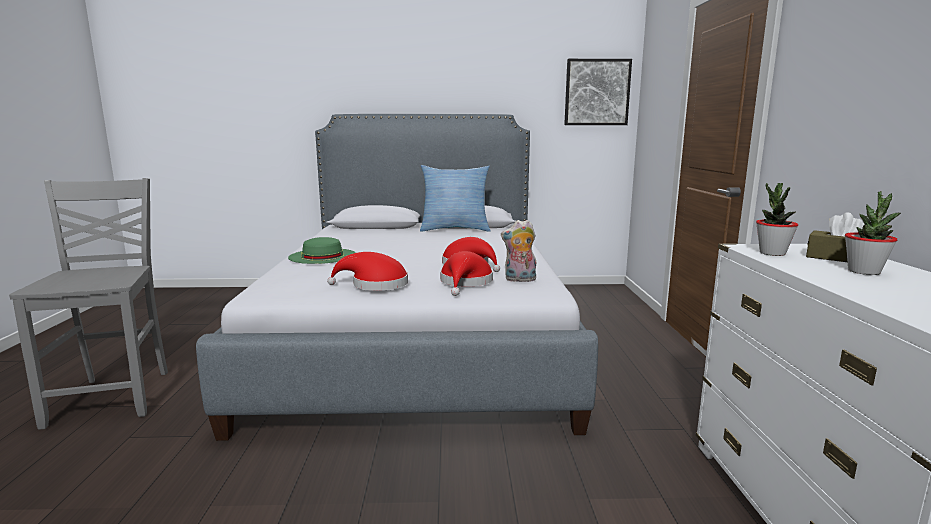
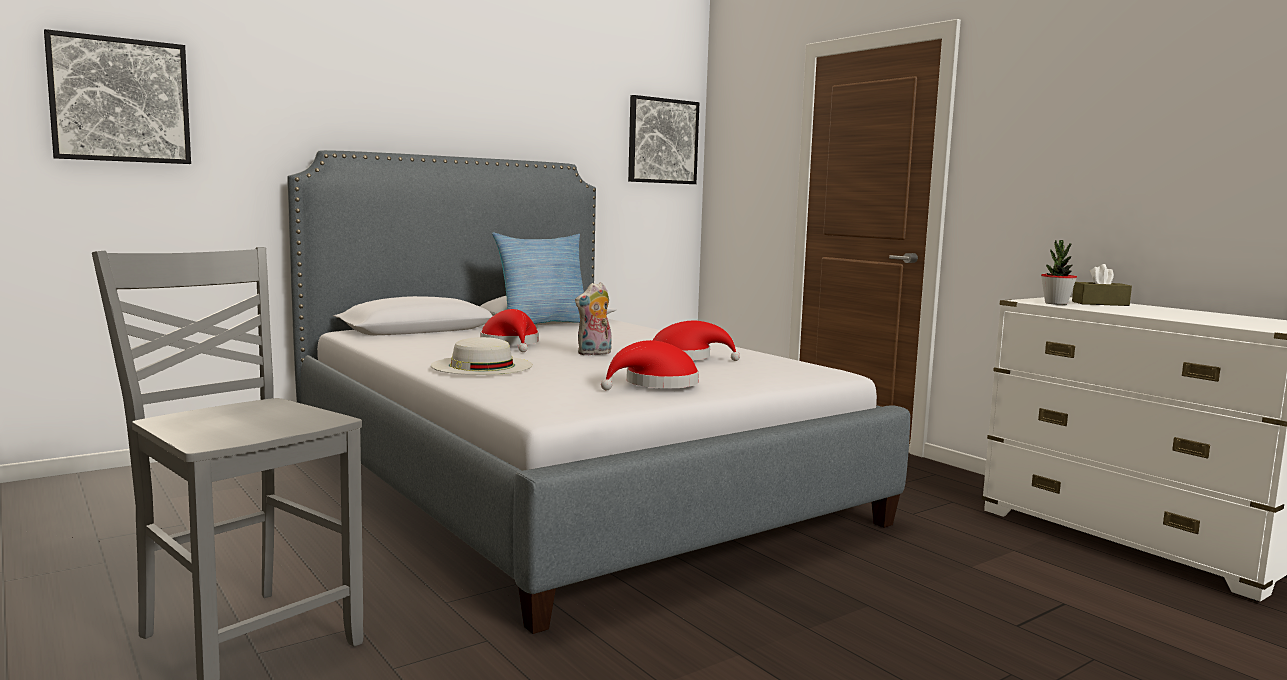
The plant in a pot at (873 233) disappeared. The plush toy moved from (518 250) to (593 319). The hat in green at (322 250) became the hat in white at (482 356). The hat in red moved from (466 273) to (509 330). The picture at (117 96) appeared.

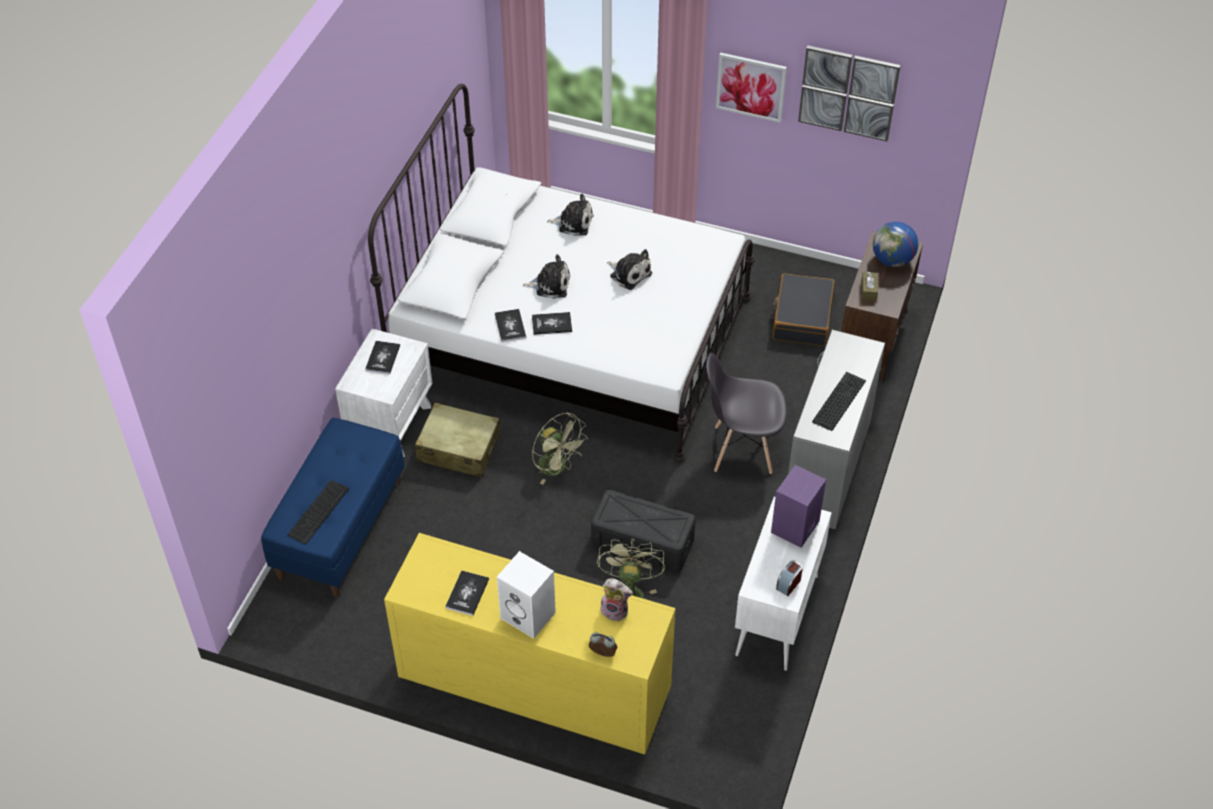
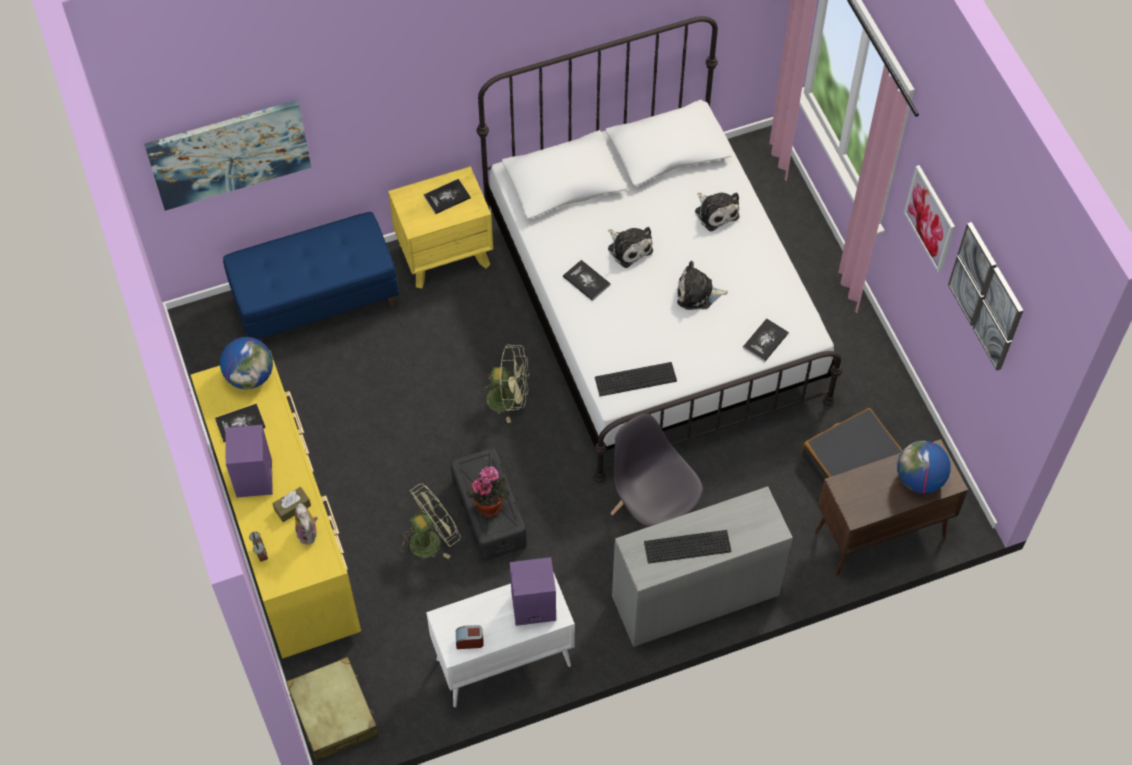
The plush toy at (629 269) turned 90 degrees clockwise. The tissue holder in brown-coloured moved from (870 286) to (291 504). The bound book moved from (510 325) to (766 340). The night table in white at (383 393) became the night table in yellow-coloured at (440 227). The suitcase in beige-coloured moved from (457 440) to (332 709). The cooling fan in green at (560 449) turned 90 degrees counterclockwise. The computer keyboard moved from (318 512) to (636 379). The loudspeaker in white at (526 594) became the loudspeaker in purple at (249 461). The picture at (227 155) appeared. The globe at (246 363) appeared. The plant in a pot at (488 491) appeared.

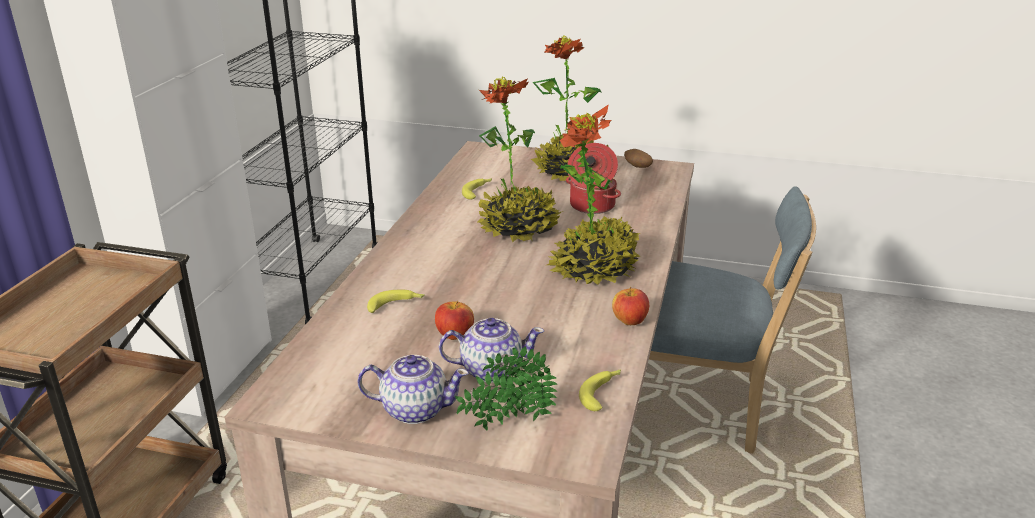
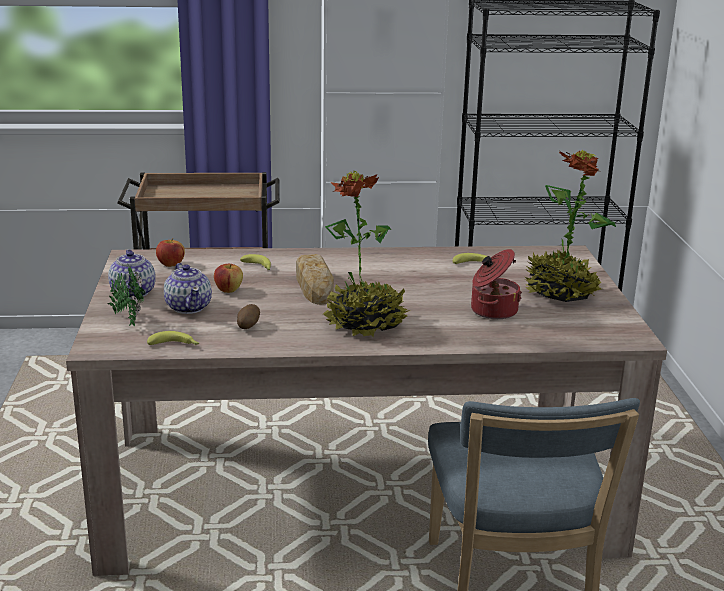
The plant in a pot at (520 159) disappeared. The whole potato moved from (638 158) to (248 316). The apple moved from (630 306) to (170 252). The baked bread at (315 279) appeared.

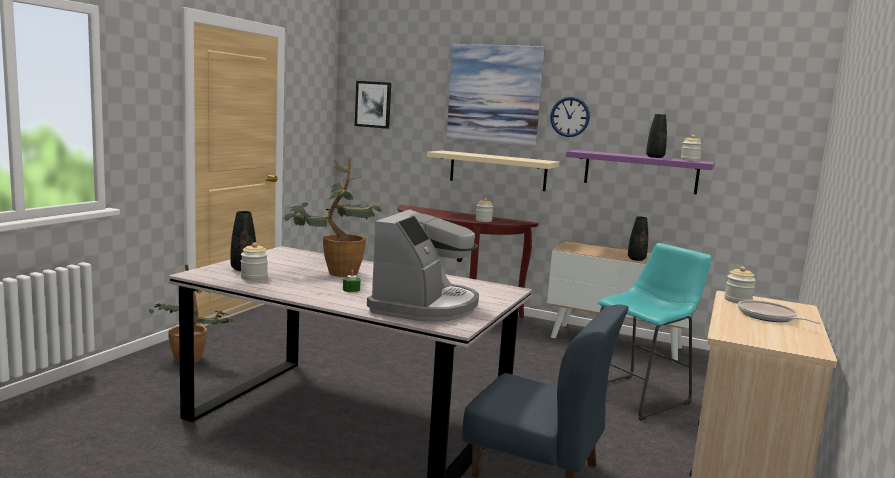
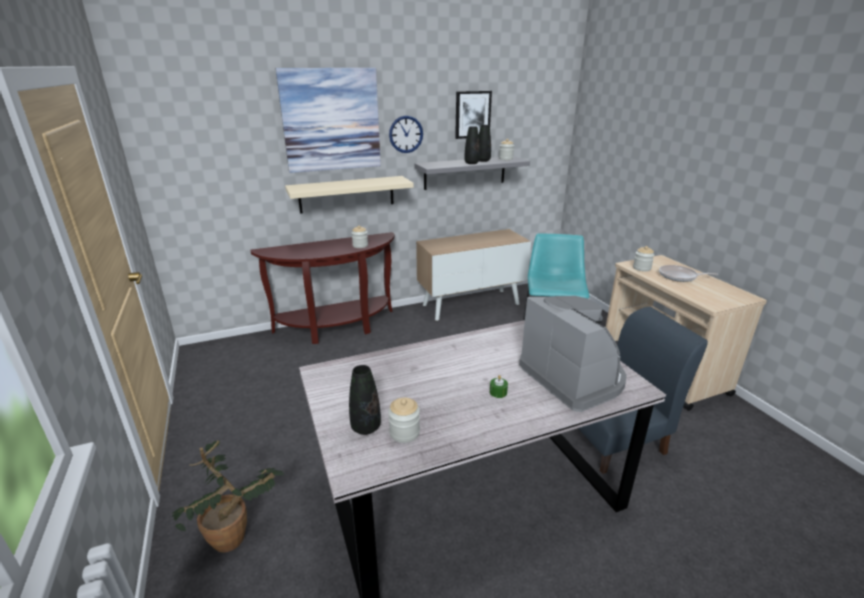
The picture moved from (373 105) to (473 115). The bracket shelf in purple at (640 172) became the bracket shelf in grey at (472 173). The plant in a pot at (332 218) disappeared. The decorative vase in black moved from (638 238) to (472 145).

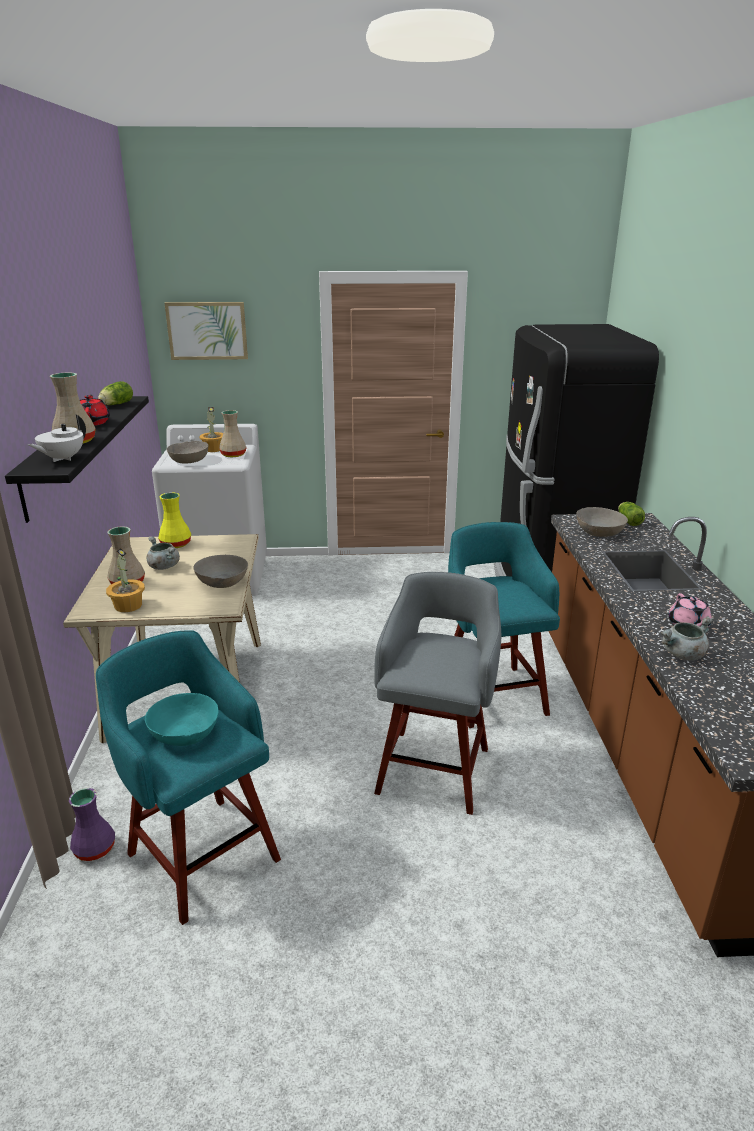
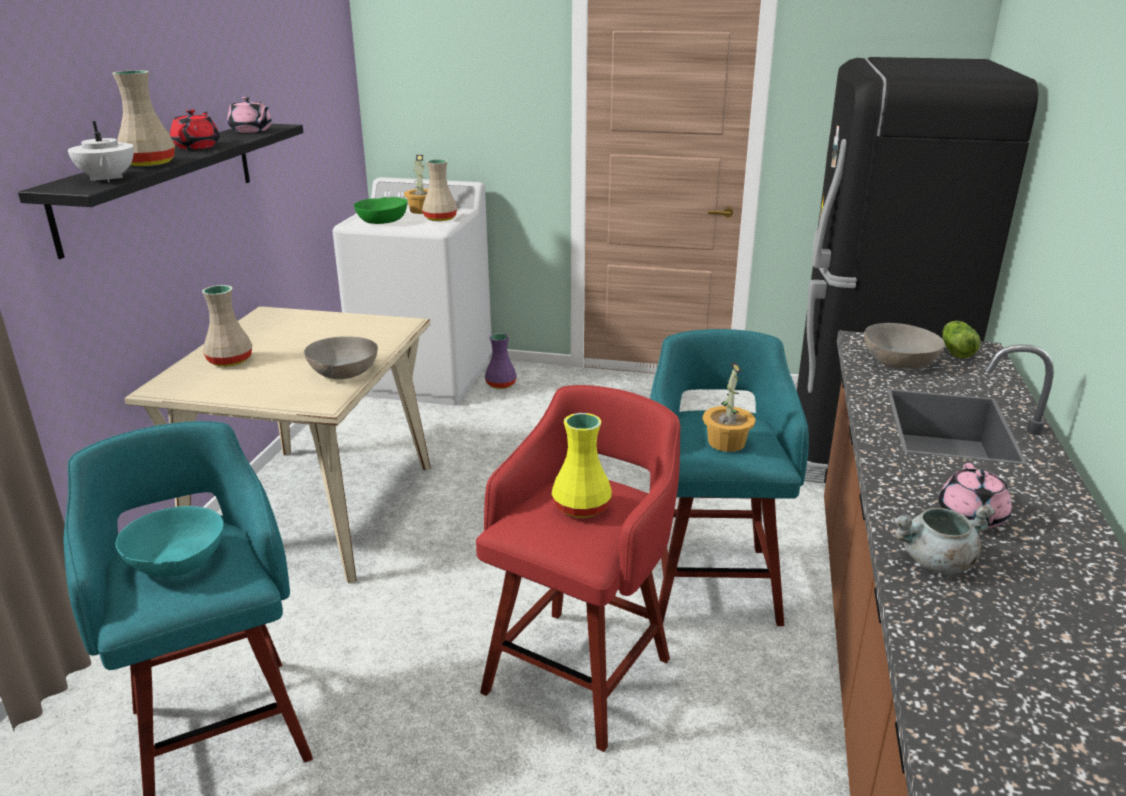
The picture at (206 331) disappeared. The lettuce head at (115 393) was replaced by the pot for tea in pink-coloured at (249 114). The pot for tea in white at (57 438) turned 75 degrees counterclockwise. The deep dish in grey at (187 452) became the deep dish in green at (380 210). The decorative vase in yellow-coloured moved from (174 520) to (582 465). The stockpot in grey at (163 553) disappeared. The plant in a pot moved from (125 580) to (729 407). The sitting stool in grey at (437 693) became the sitting stool in red at (578 568). The decorative vase in purple moved from (92 824) to (501 361).

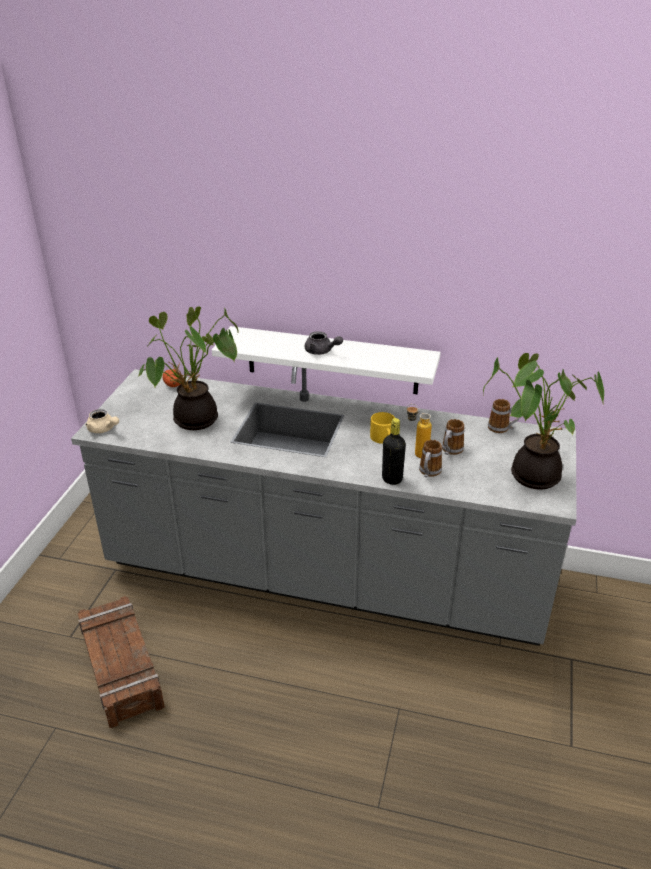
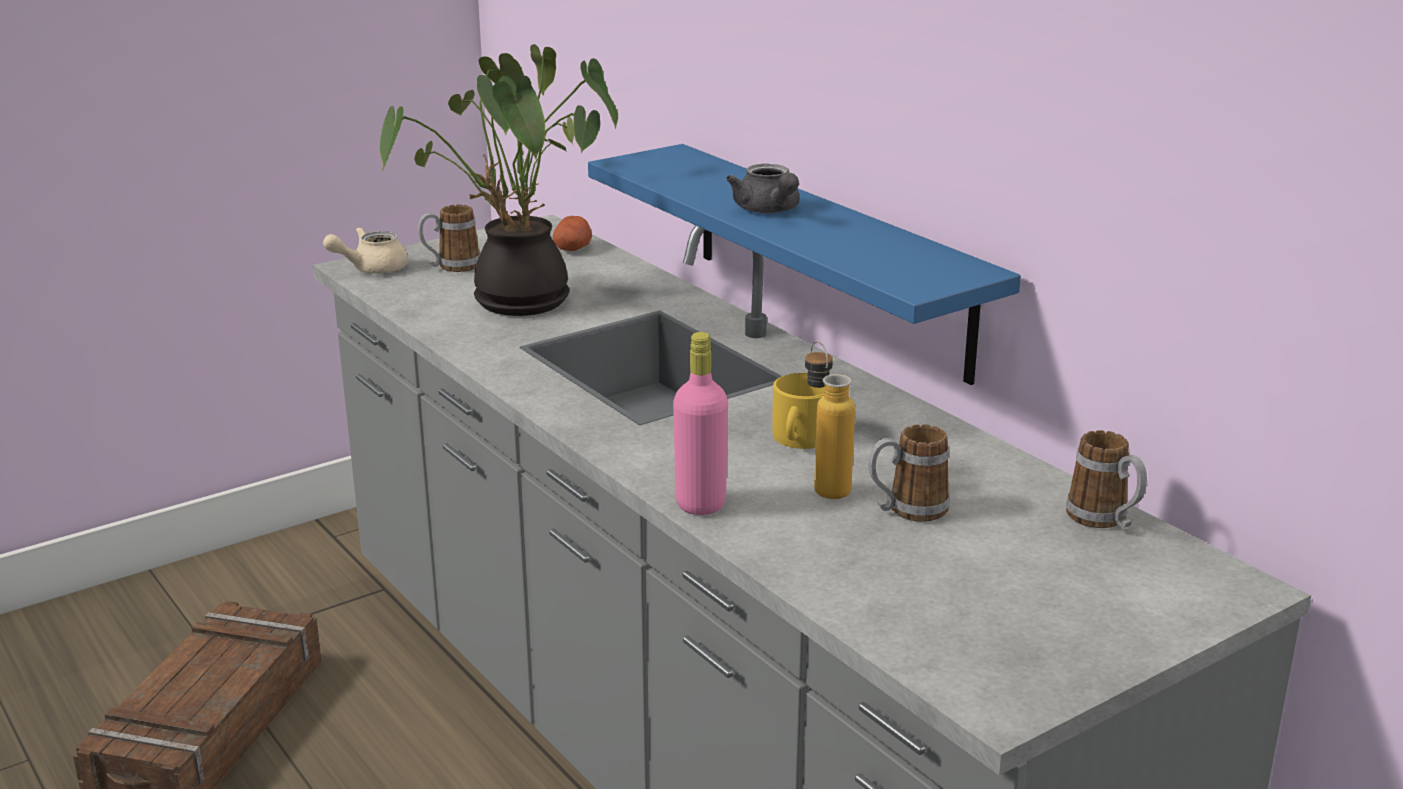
The bracket shelf in white at (326 360) became the bracket shelf in blue at (804 264). The plant in a pot at (543 421) disappeared. The pot for tea in beige-coloured at (102 421) turned 75 degrees clockwise. The drink bottle in black at (394 451) became the drink bottle in pink-coloured at (700 423). The coffee mug moved from (430 459) to (449 238).

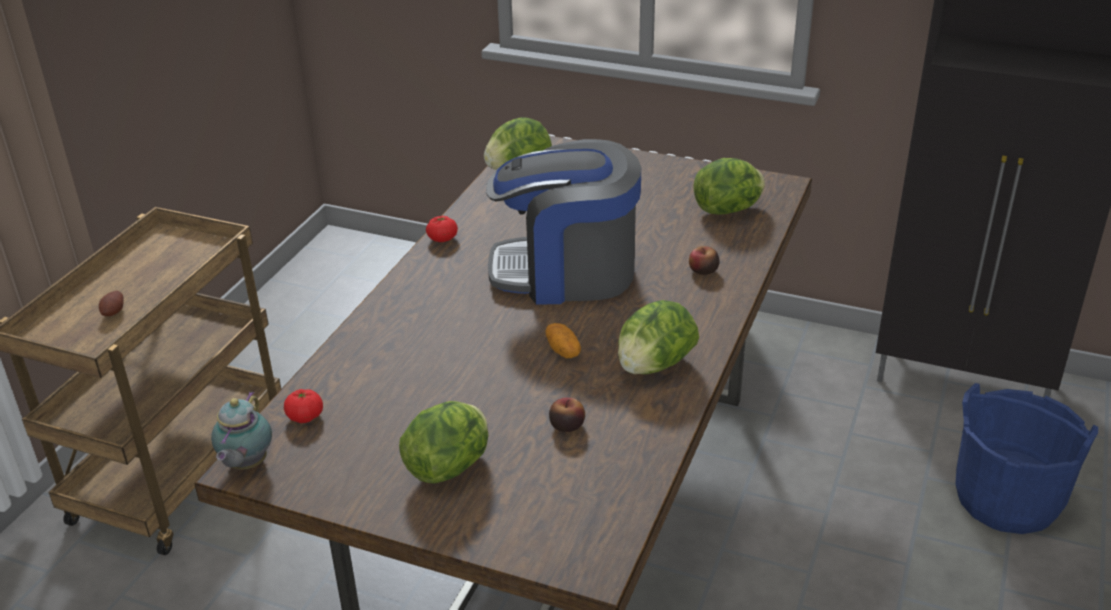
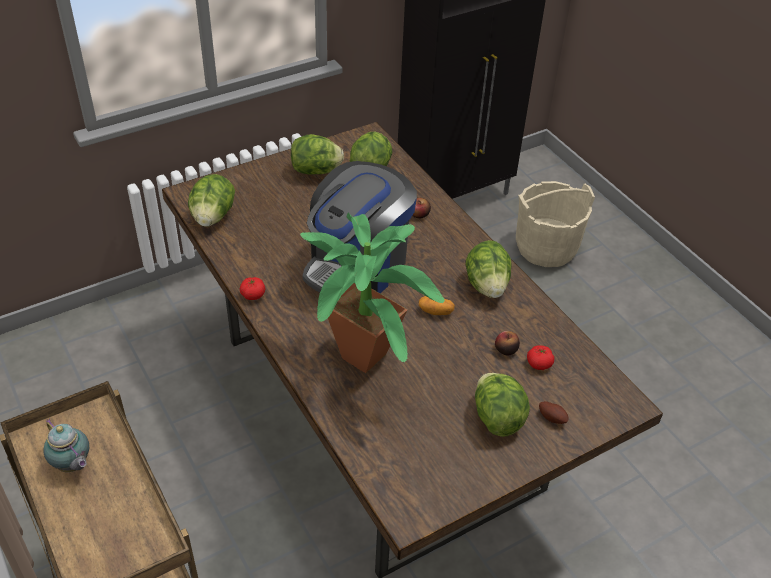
The whole potato moved from (111 303) to (554 412). The bucket in blue at (1026 458) became the bucket in beige-coloured at (555 224). The fresh tomato moved from (303 406) to (540 357). The pot for tea moved from (241 430) to (66 445). The lettuce head at (317 154) appeared. The plant in a pot at (372 293) appeared.

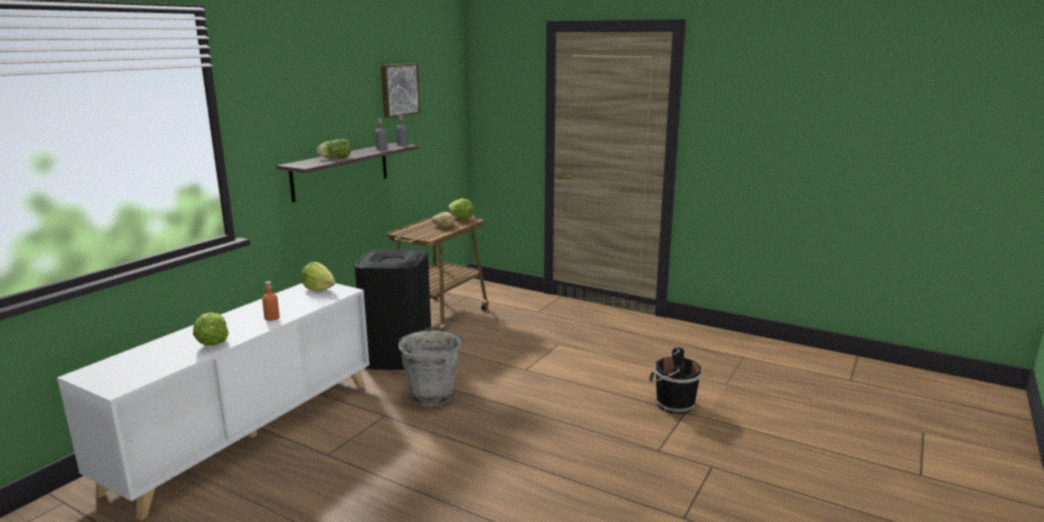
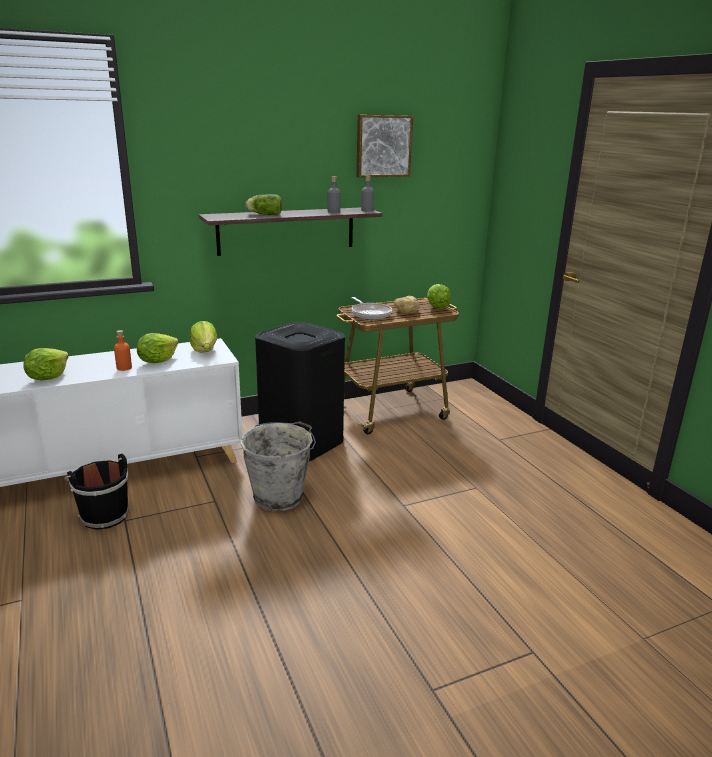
The bucket in black moved from (675 380) to (97 492). The pan at (371 308) appeared. The lettuce head at (158 348) appeared.

